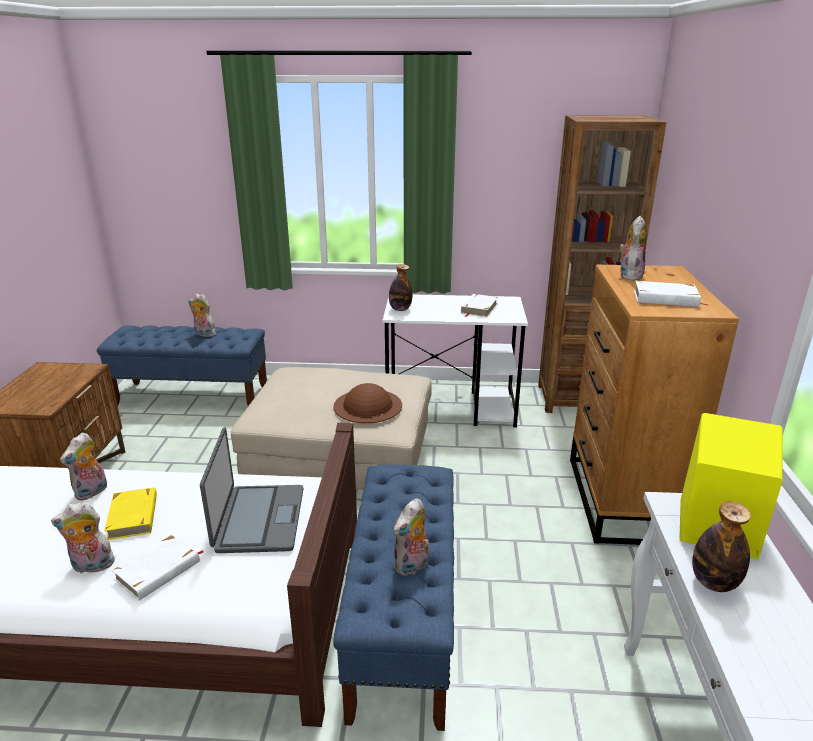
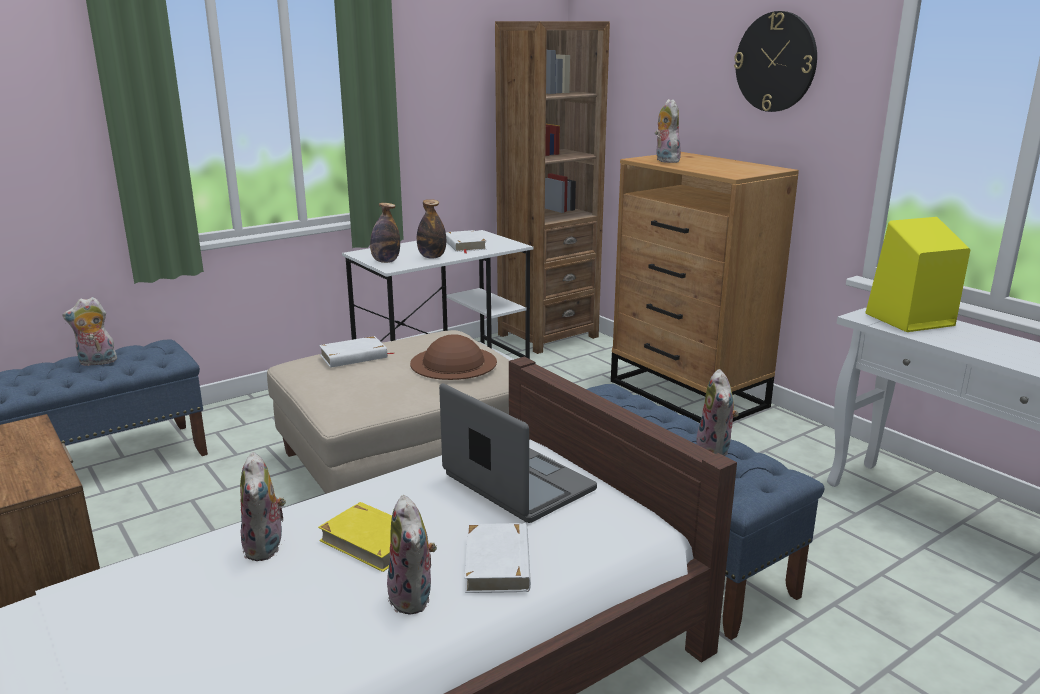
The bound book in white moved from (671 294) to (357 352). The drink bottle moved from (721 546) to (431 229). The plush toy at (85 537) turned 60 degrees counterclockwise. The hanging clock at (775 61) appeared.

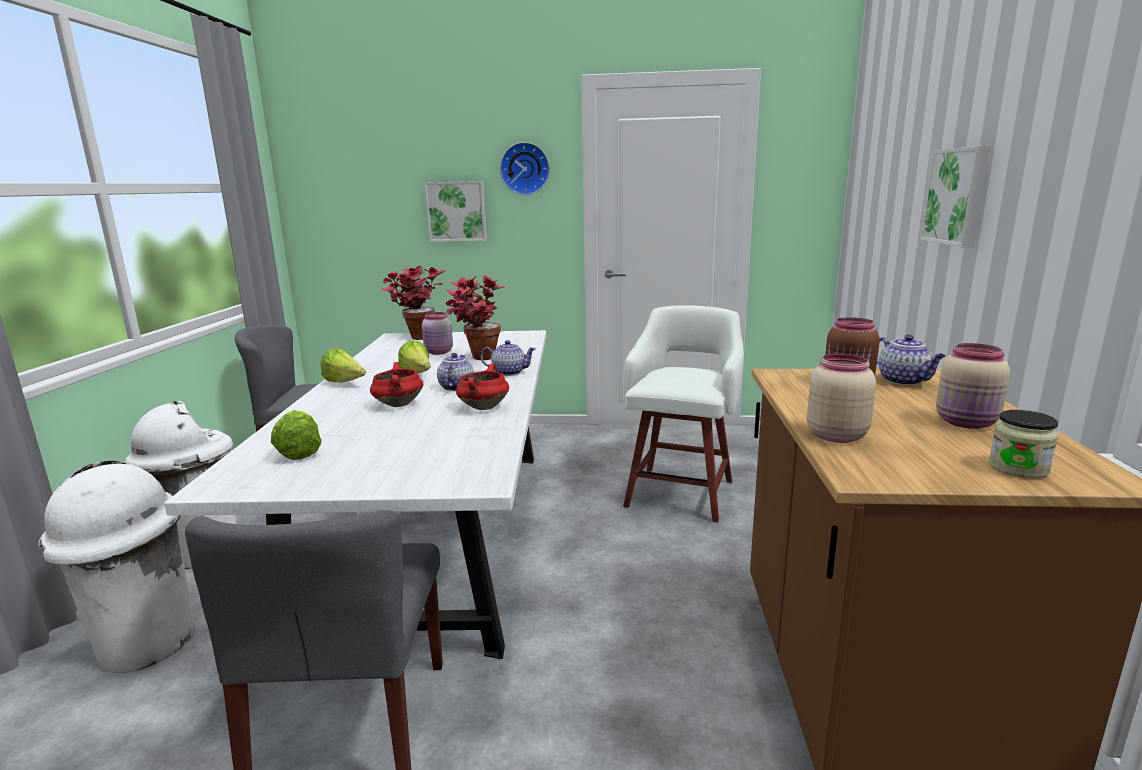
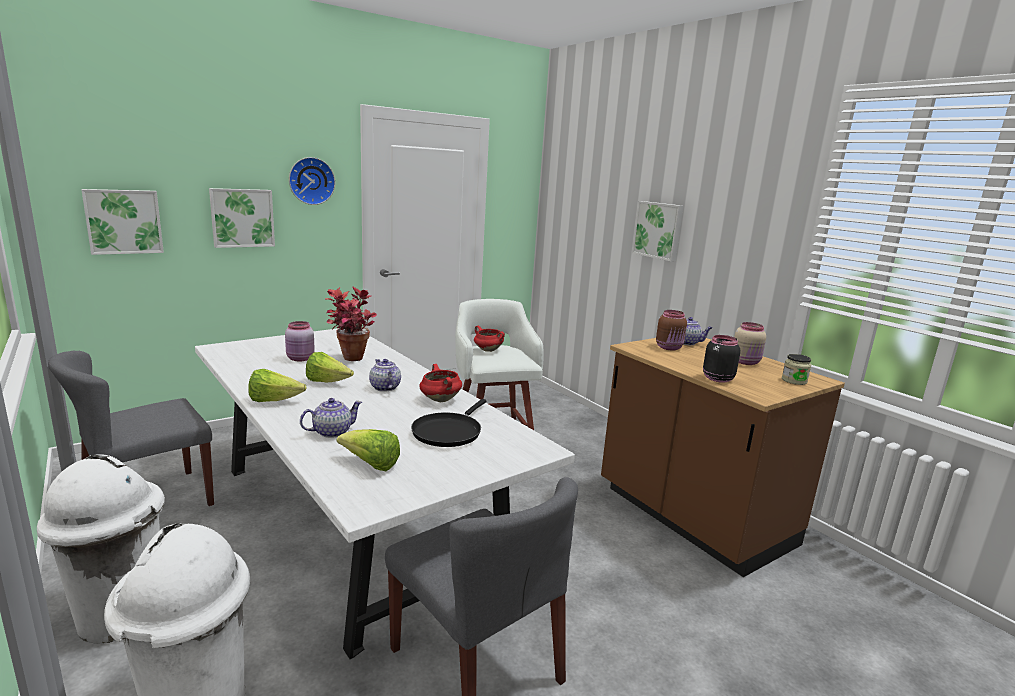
The plant in a pot at (413 303) disappeared. The pot for tea moved from (508 358) to (331 418). The preserve jar in beige-coloured at (841 398) became the preserve jar in black at (721 359). The stockpot in red moved from (396 384) to (489 339). The picture at (122 222) appeared. The pan in black at (449 423) appeared.

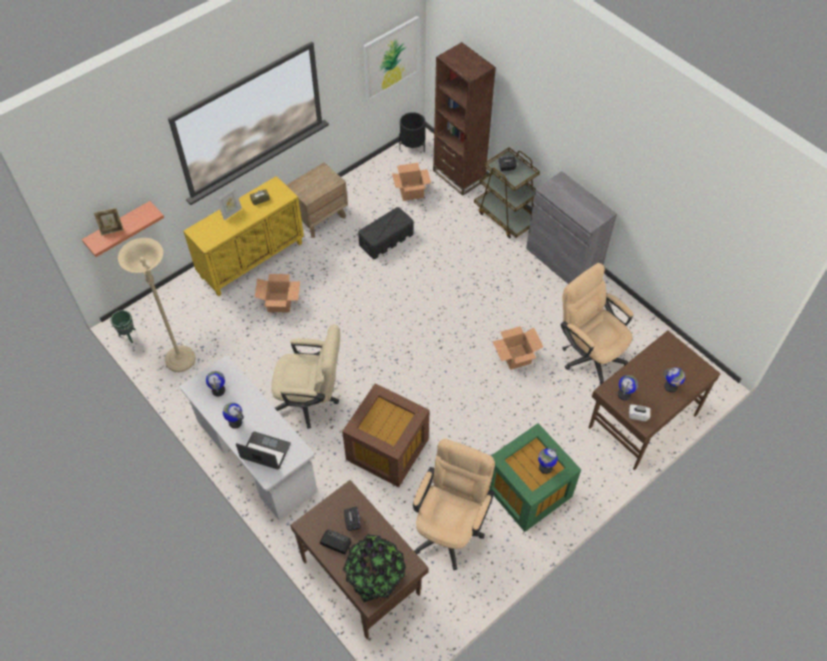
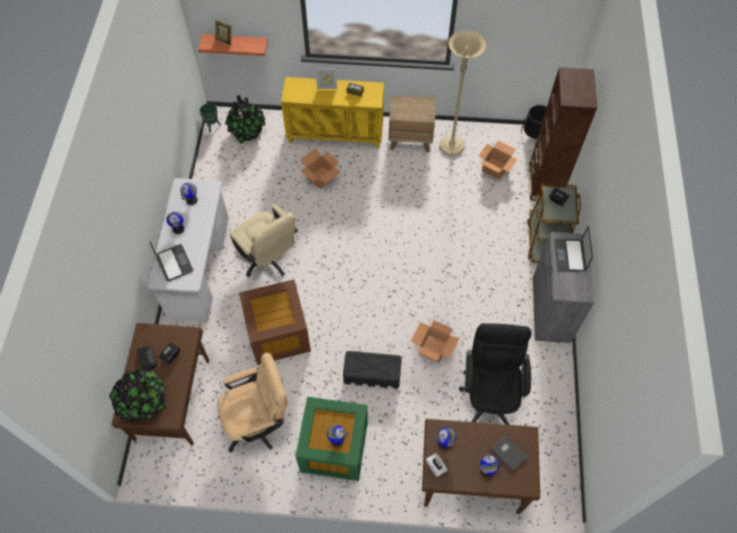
The picture at (391 58) disappeared. The storage box in black moved from (385 233) to (372 370). The standing lamp in beige-coloured moved from (156 305) to (463 93). The office chair in beige-coloured at (597 324) became the office chair in black at (495 374). The plant in a pot at (245 119) appeared. The laptop at (573 249) appeared. The bound book in grey at (509 453) appeared.

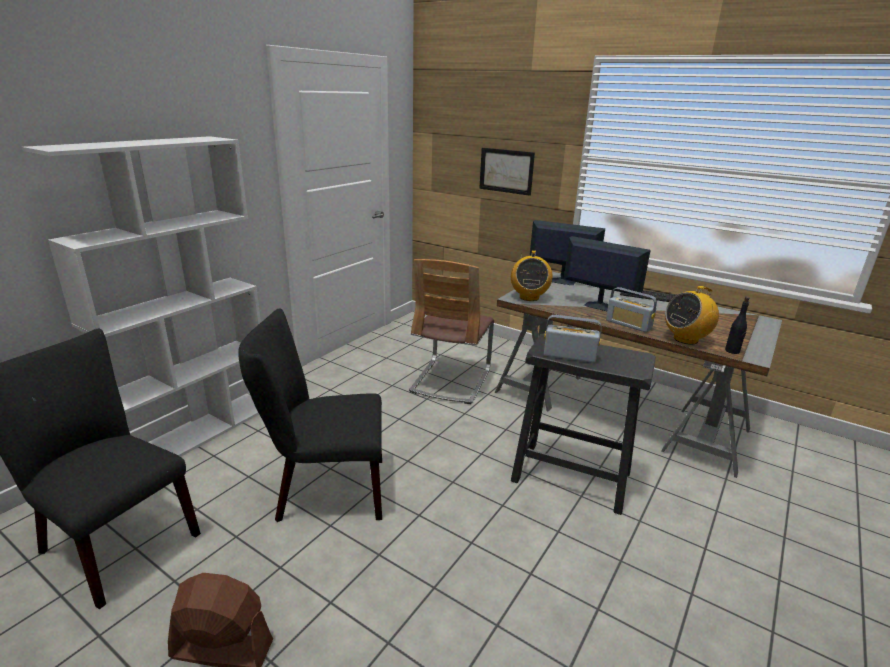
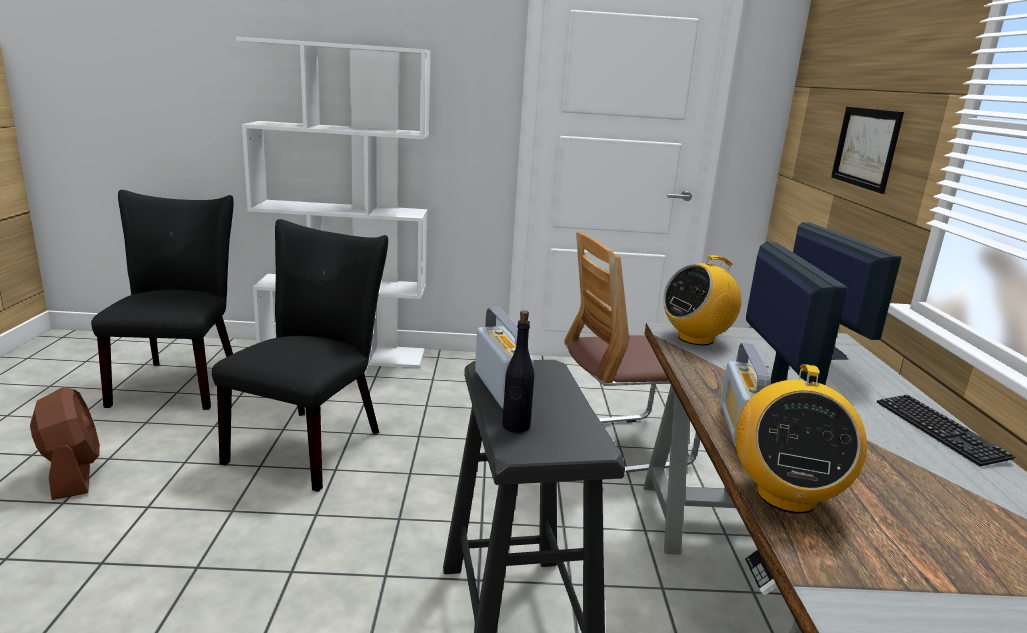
The radio receiver at (692 315) turned 105 degrees counterclockwise. The drink bottle in black moved from (737 325) to (518 371). The plain chair in black at (310 415) turned 60 degrees clockwise.

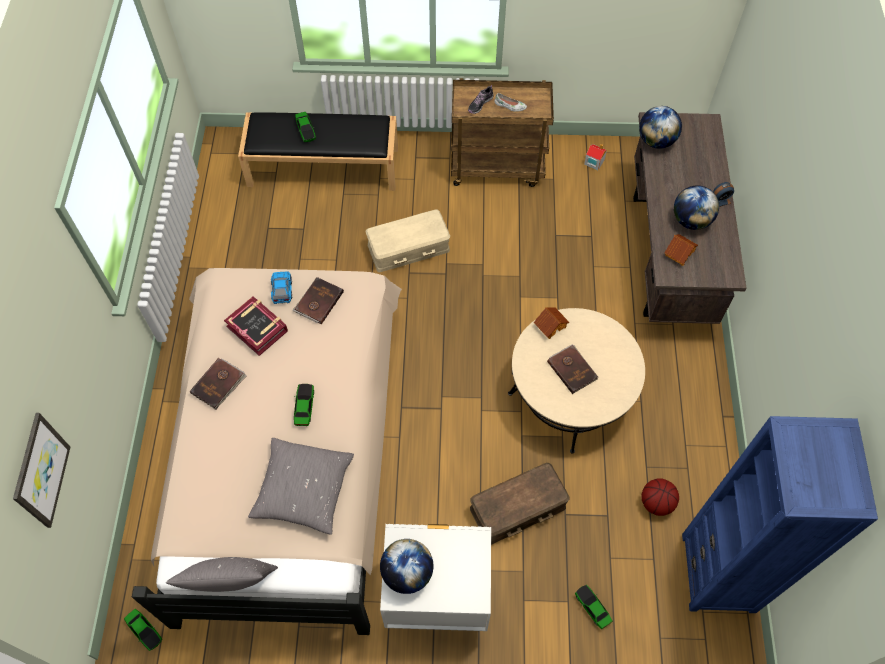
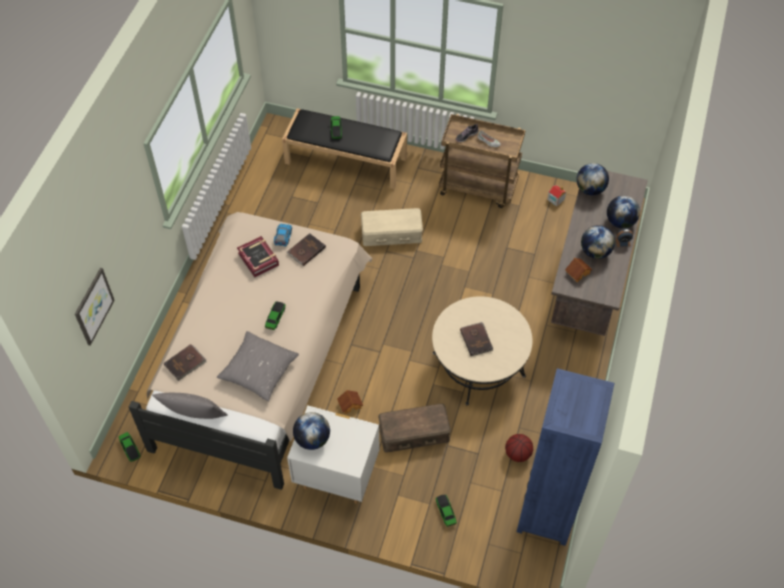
The miniature house moved from (551 323) to (350 402). The bound book in brown-coloured moved from (218 384) to (185 362). The globe at (623 212) appeared.

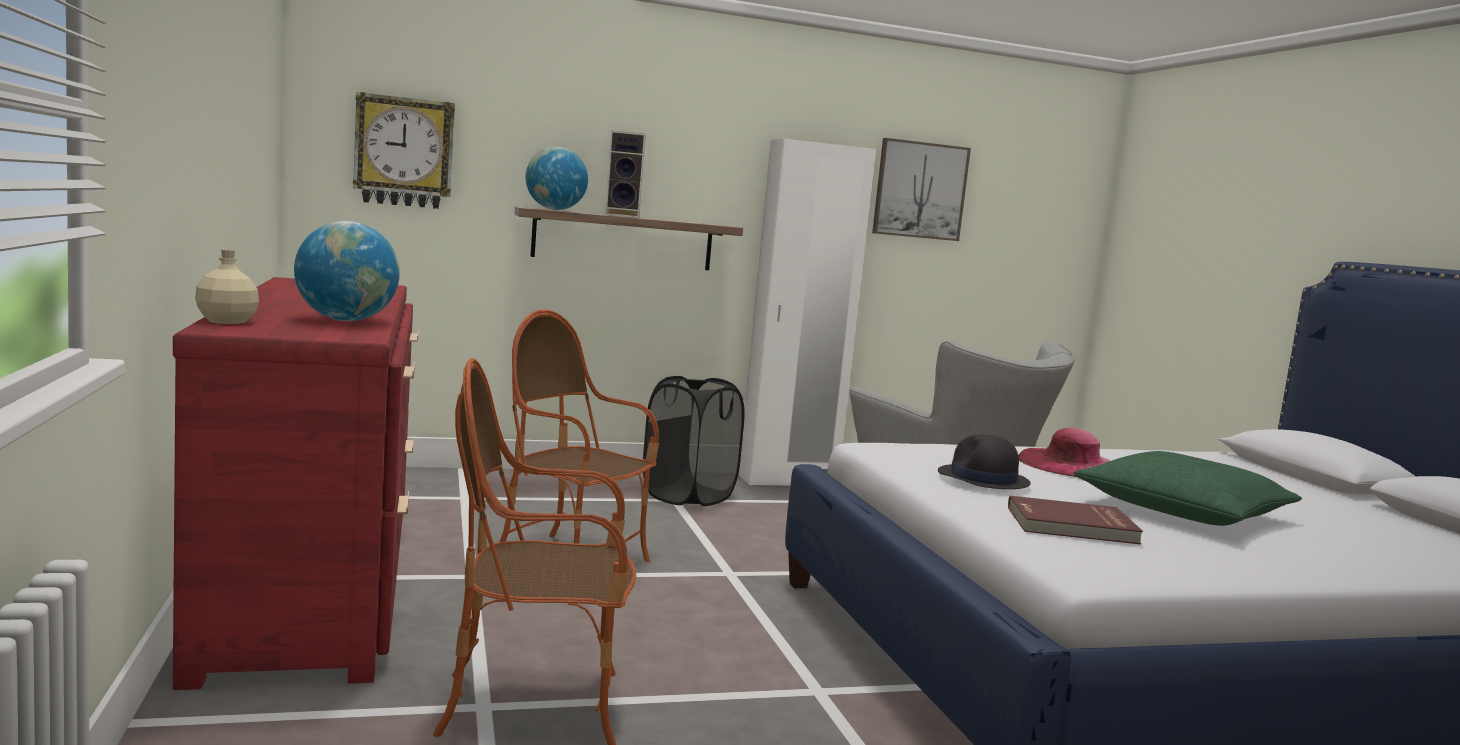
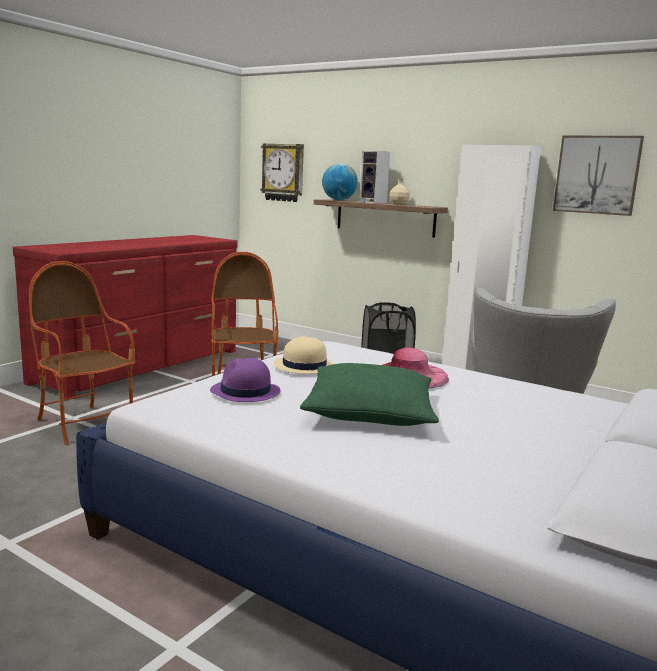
The globe at (347 271) disappeared. The drink bottle in beige-coloured moved from (227 287) to (399 191). The hat in black at (984 461) became the hat in beige-coloured at (303 355). The bound book in red at (1075 520) was replaced by the hat in purple at (245 380).

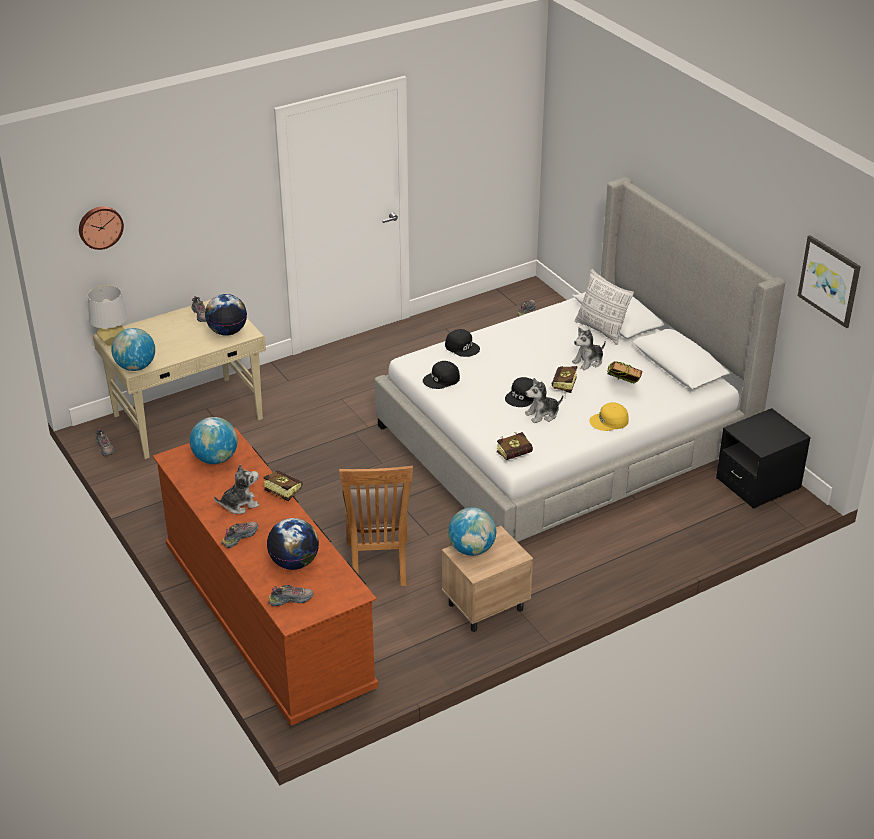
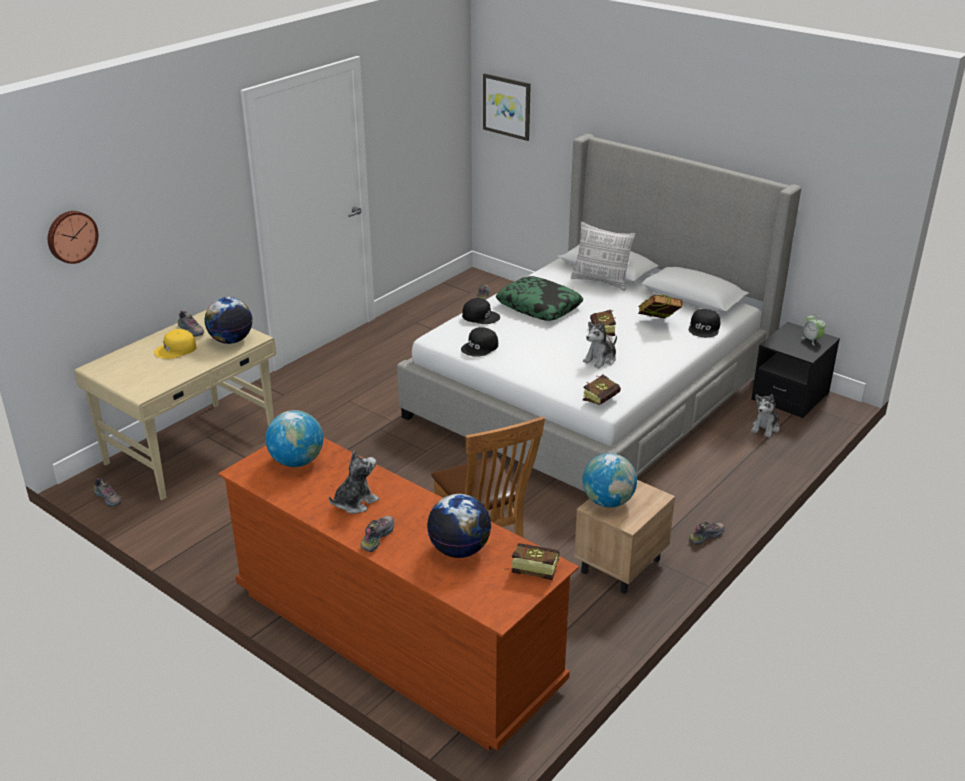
The picture moved from (829 281) to (507 107). The table lamp in grey at (108 315) disappeared. The plush toy moved from (589 348) to (765 416). The globe at (133 349) disappeared. The peaked cap in black moved from (519 392) to (705 323). The peaked cap in yellow-coloured moved from (609 416) to (175 344). The bound book moved from (282 486) to (531 561). The item of footwear moved from (291 595) to (707 533). The throw pillow at (539 298) appeared. The bedside clock at (814 330) appeared.

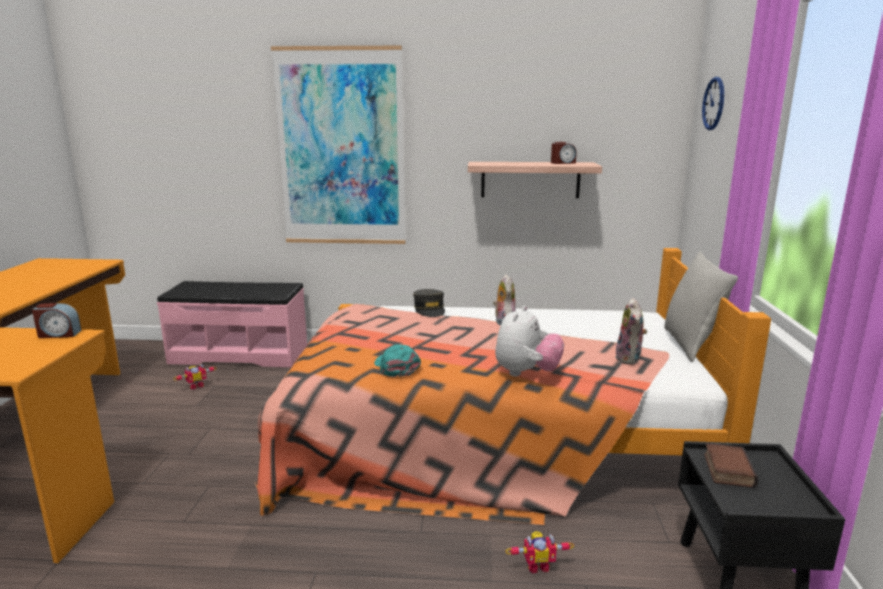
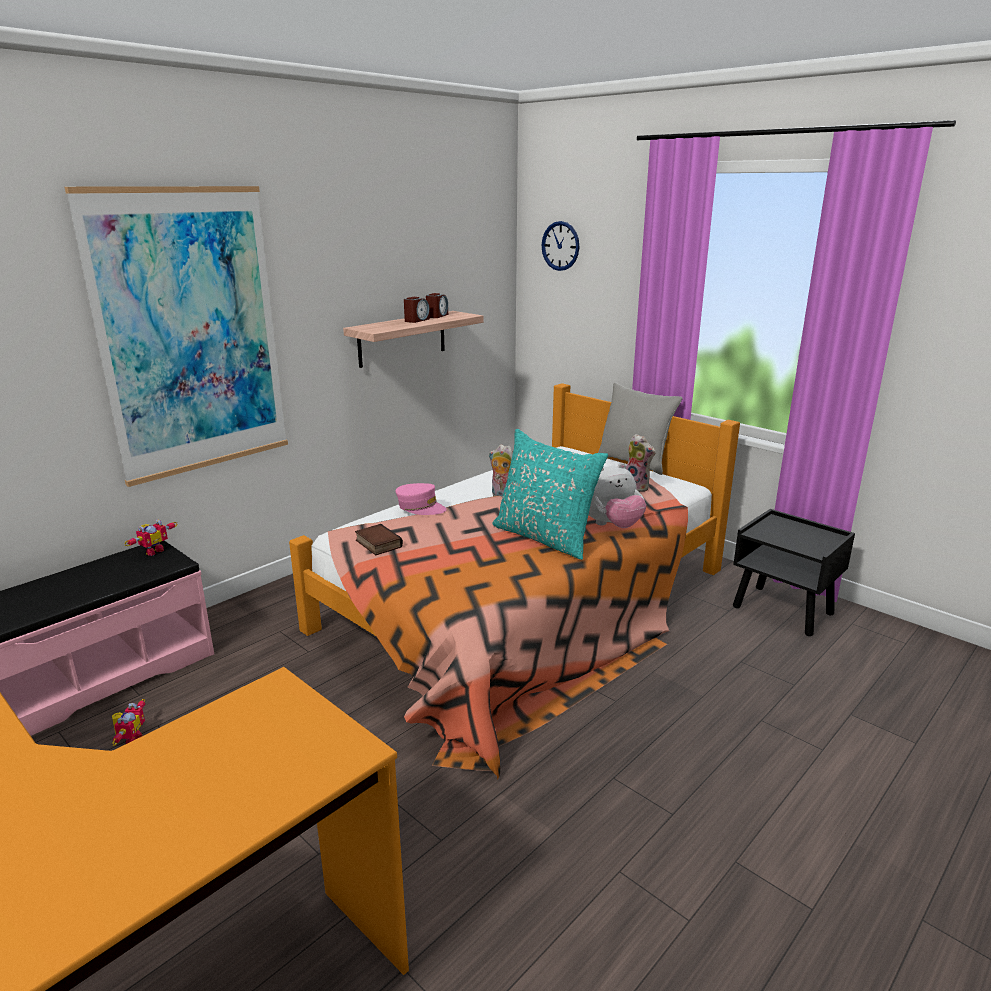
The peaked cap in grey at (429 303) became the peaked cap in pink-coloured at (421 499). The bedside clock moved from (56 320) to (417 310). The plush toy at (529 340) turned 90 degrees clockwise. The peaked cap in blue-green at (397 360) disappeared. The bound book moved from (731 465) to (379 539). The robot figure moved from (539 552) to (151 537). The throw pillow in blue-green at (550 494) appeared.

